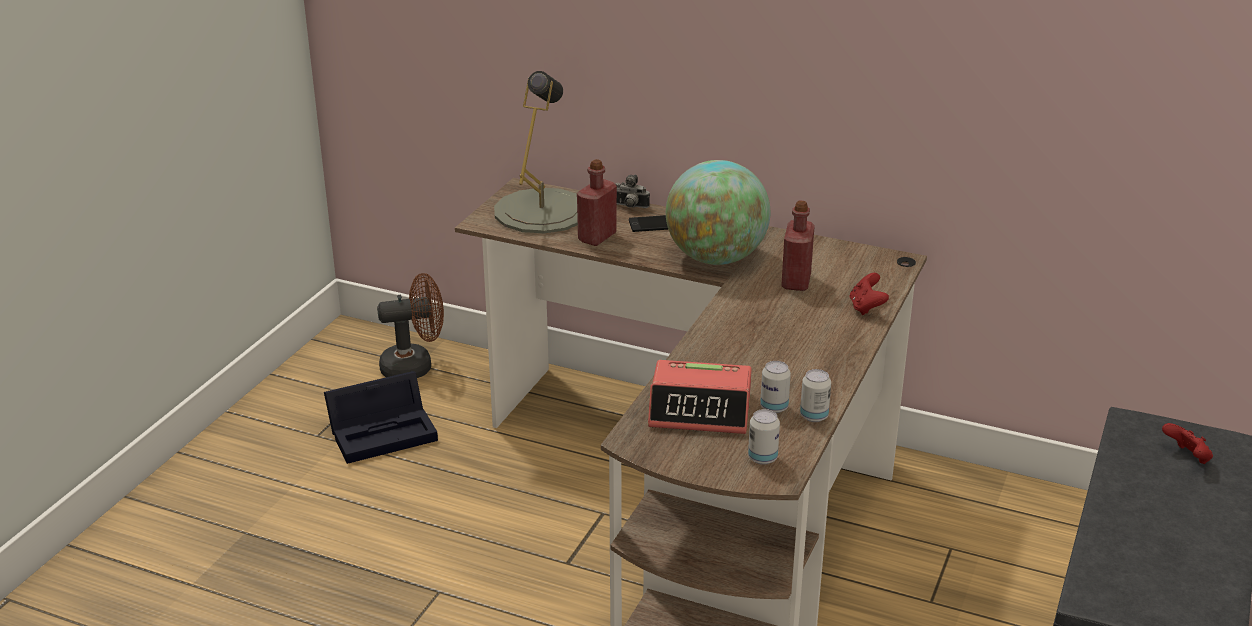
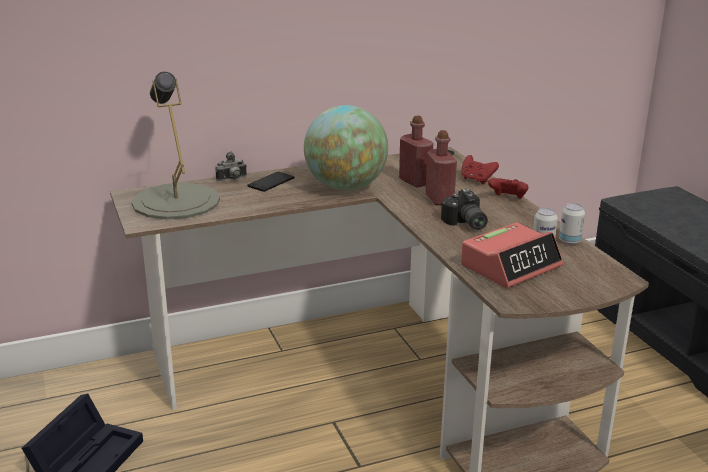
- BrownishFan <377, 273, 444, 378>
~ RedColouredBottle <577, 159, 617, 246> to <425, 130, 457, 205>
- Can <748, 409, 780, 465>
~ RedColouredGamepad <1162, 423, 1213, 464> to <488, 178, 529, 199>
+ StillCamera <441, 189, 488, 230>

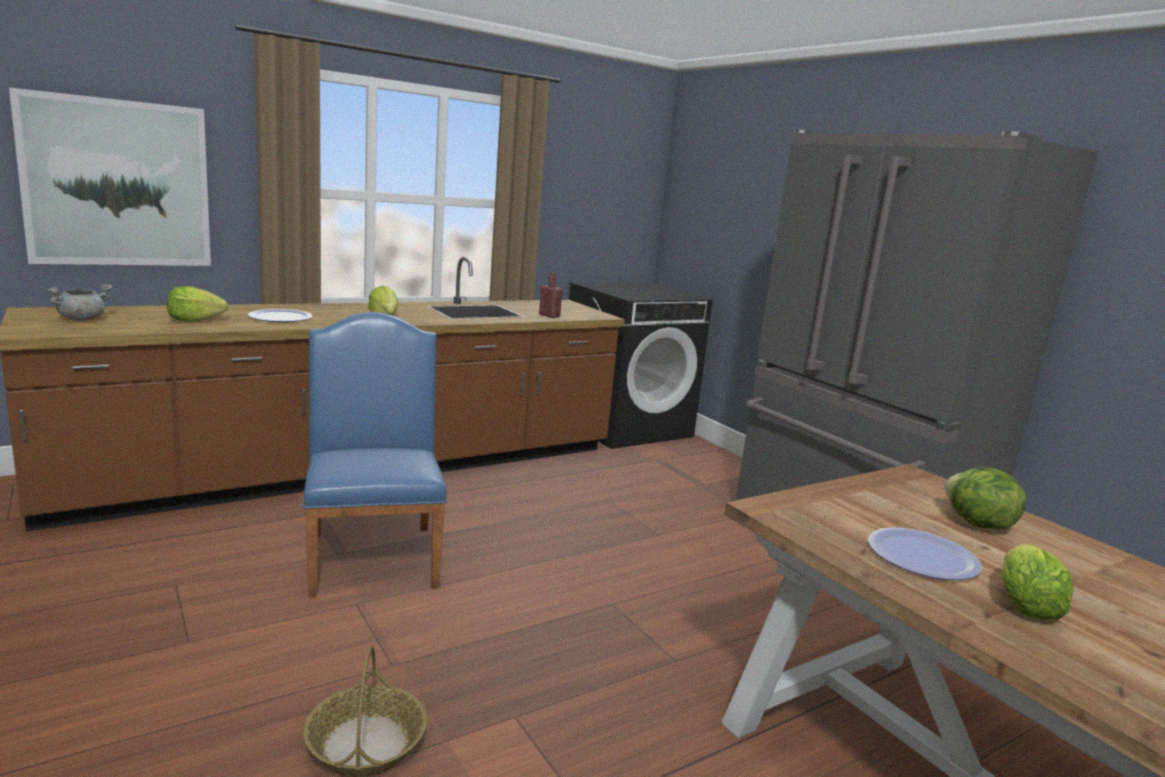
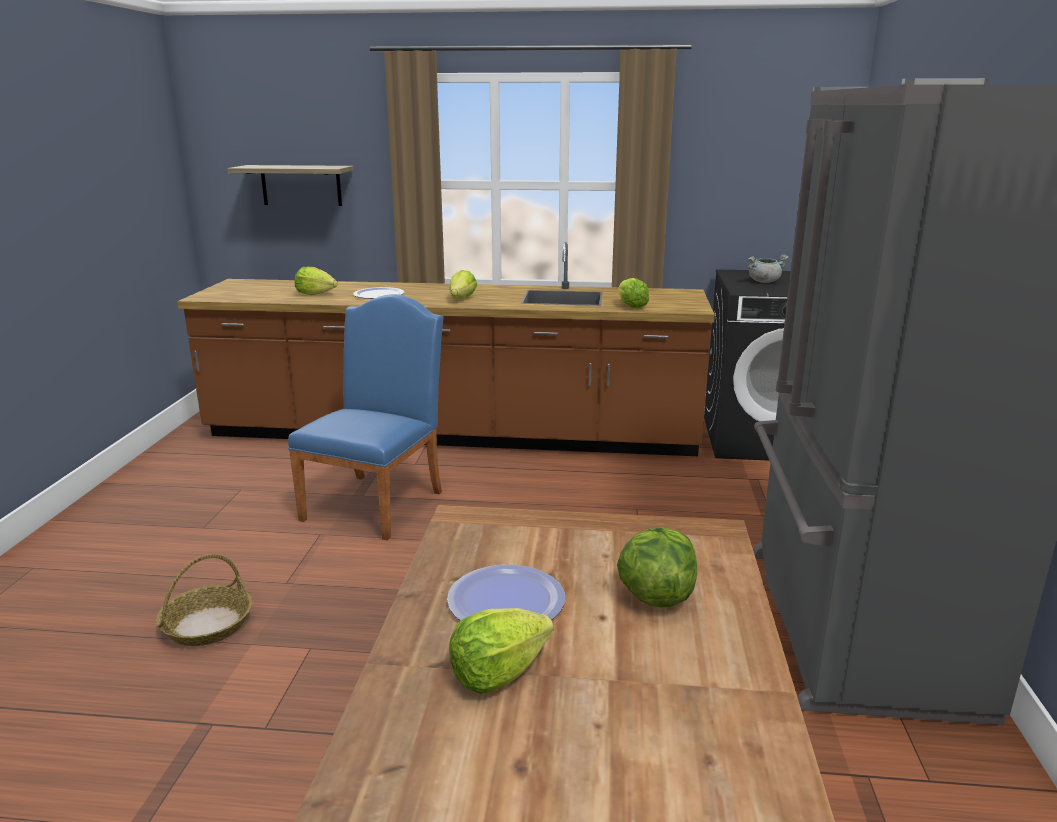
~ Picture <9, 87, 211, 266> to WallShelf <227, 165, 353, 206>
~ GreyishCookingPot <46, 284, 113, 321> to <747, 255, 788, 283>
~ RedColouredBottle <539, 272, 563, 318> to Lettuce <618, 278, 649, 308>

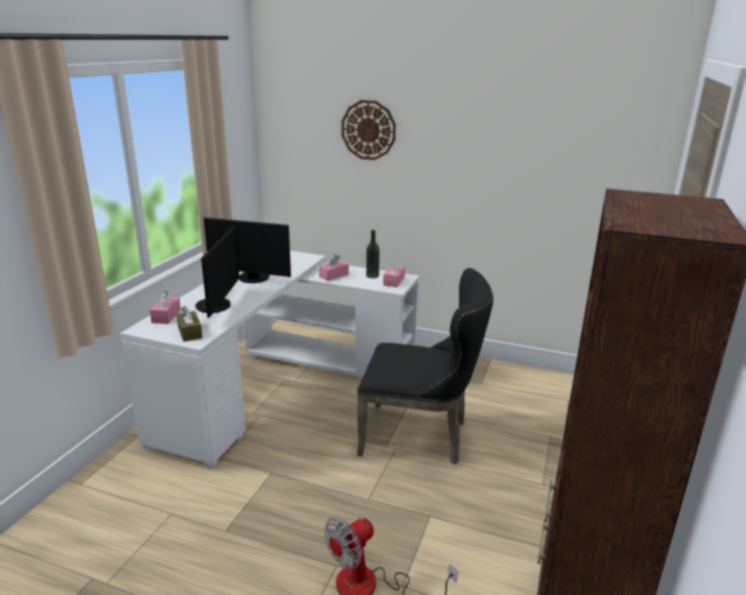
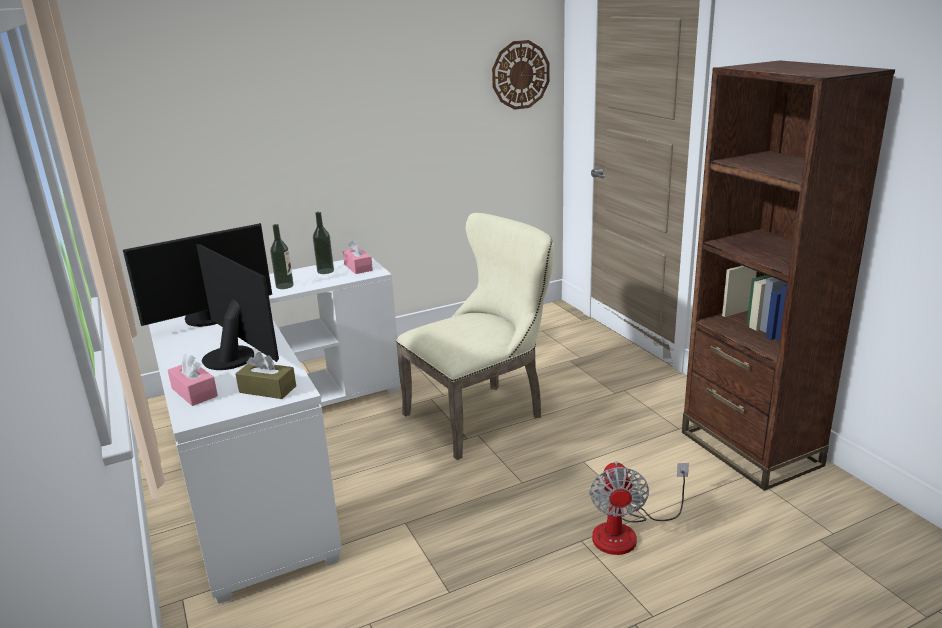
~ PinkColouredTissueBox <319, 254, 349, 281> to Bottle <270, 224, 293, 289>
~ HangingClock <341, 100, 396, 160> to <492, 40, 550, 110>
~ BlackChair <357, 268, 493, 464> to BeigeColouredChair <396, 213, 554, 460>

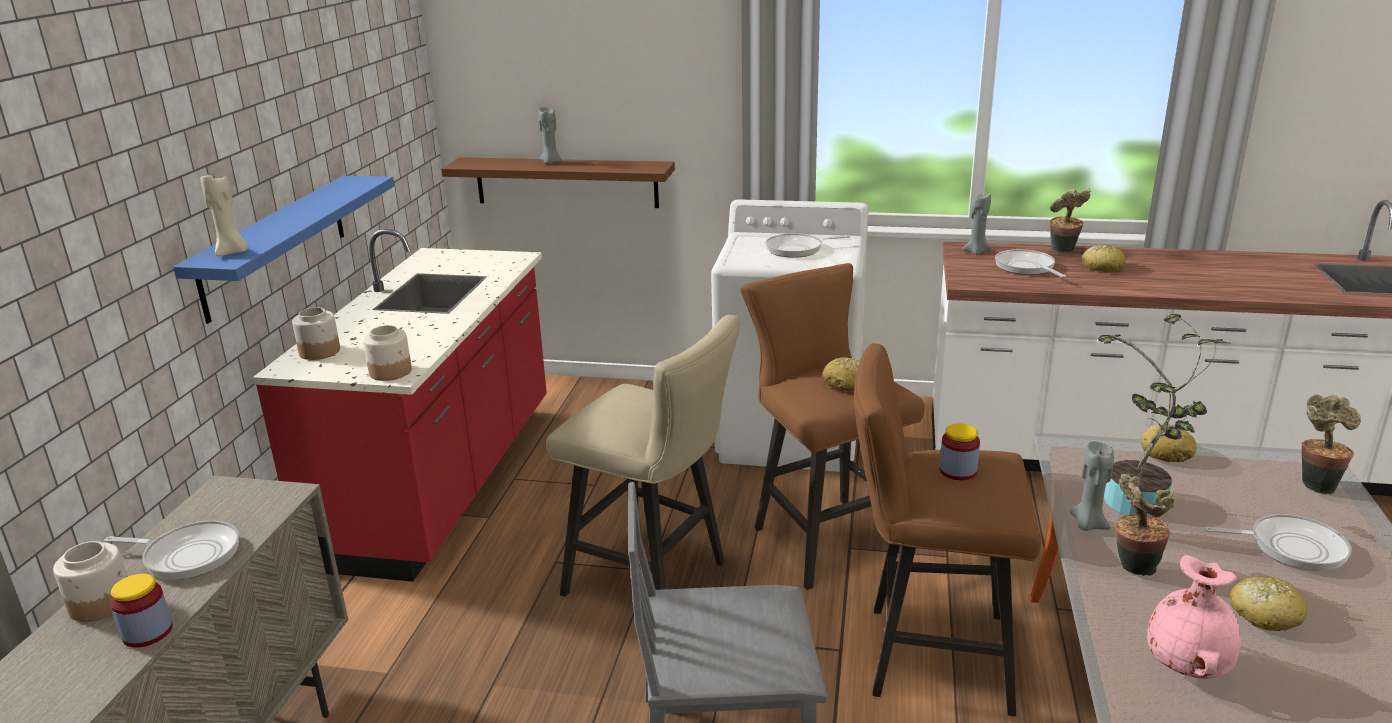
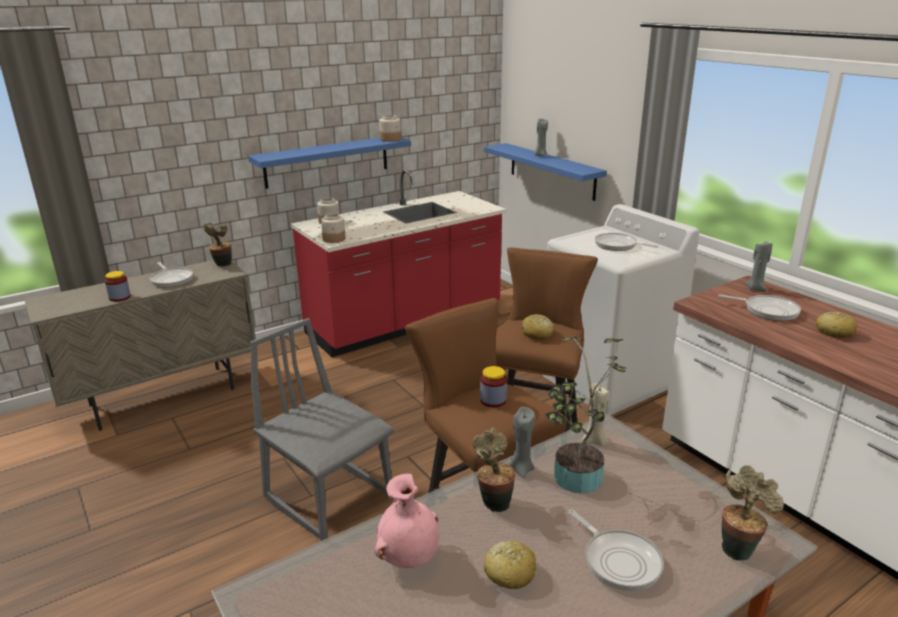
~ PreserveJar <53, 541, 128, 622> to <379, 115, 401, 142>
~ BeigeColouredWaxCandle <201, 174, 248, 256> to <582, 383, 610, 446>
~ BrownishWallShelf <441, 157, 675, 208> to BlueColouredWallShelf <484, 143, 607, 201>
- BeigeColouredStool <546, 315, 740, 597>
~ Pan <995, 249, 1066, 277> = <718, 295, 801, 321> 90 degrees clockwise
~ PottedPlant <1050, 188, 1091, 252> to <203, 222, 232, 267>
- BakeryBread <1141, 424, 1197, 462>

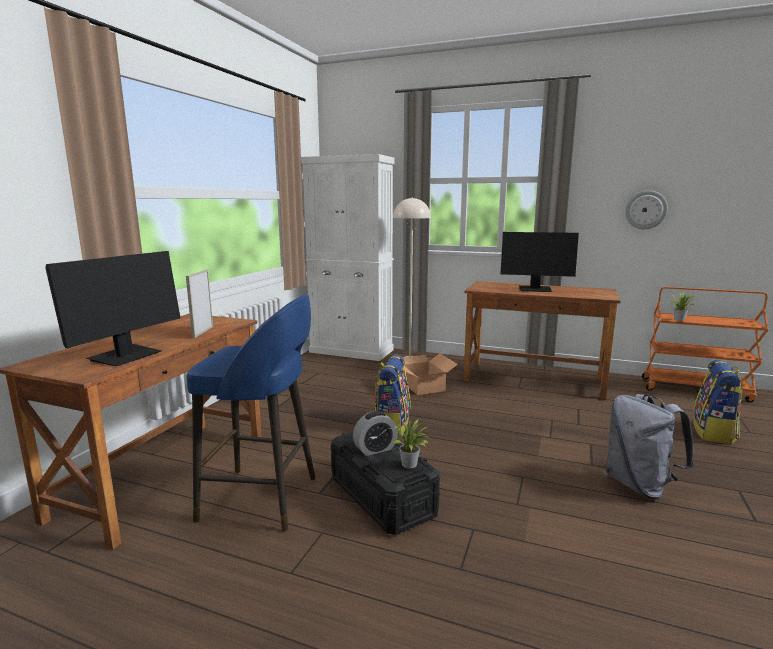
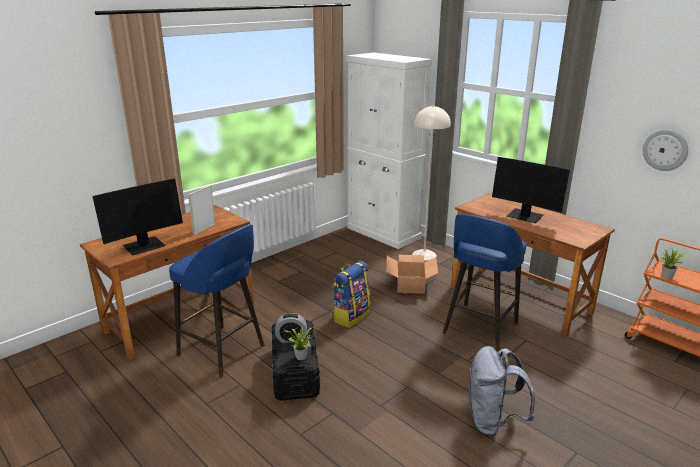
- Knapsack <693, 360, 743, 444>
+ BlueColouredStool <443, 214, 526, 352>

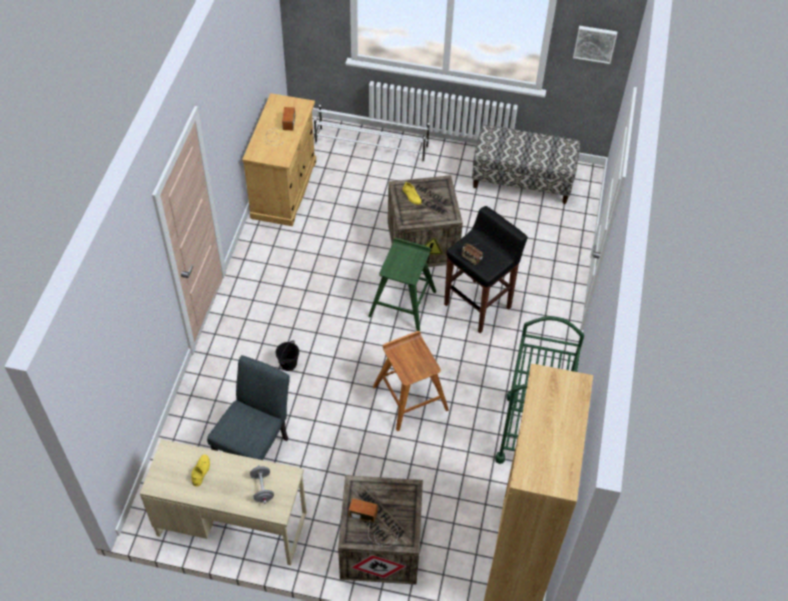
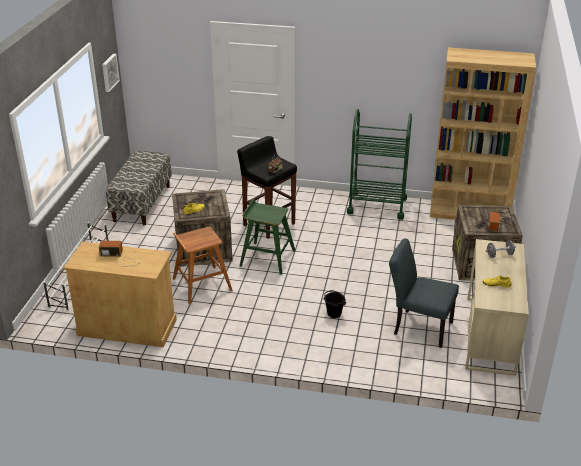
~ BrownishStool <373, 331, 449, 431> to <173, 227, 233, 304>

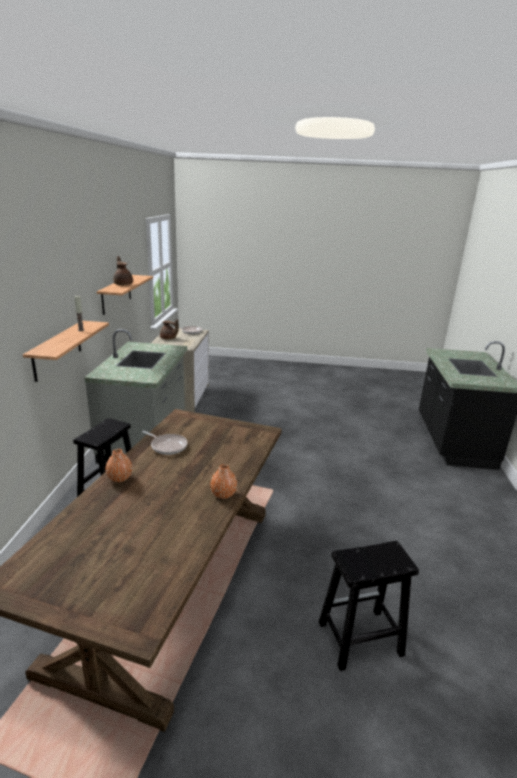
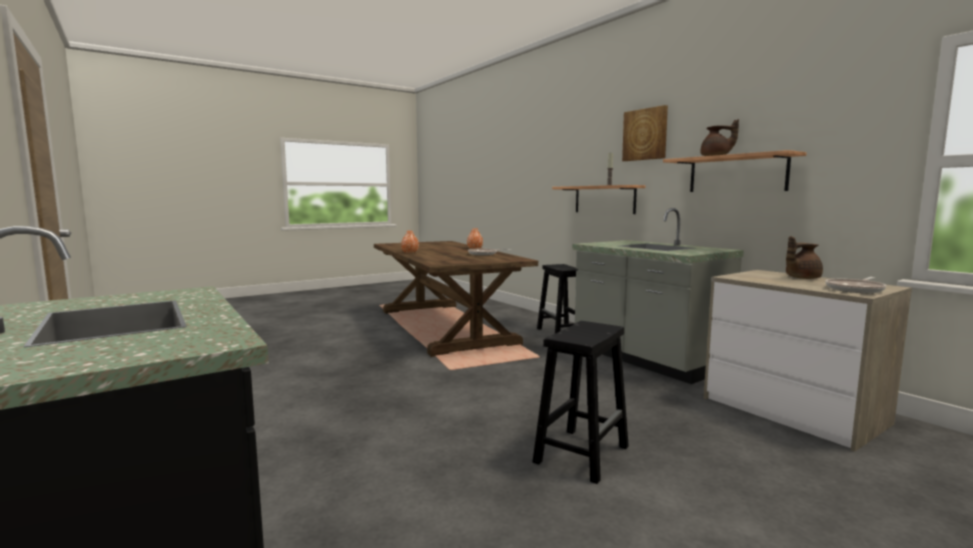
~ BlackStool <319, 541, 419, 671> to <533, 321, 629, 484>
+ Picture <622, 105, 668, 161>

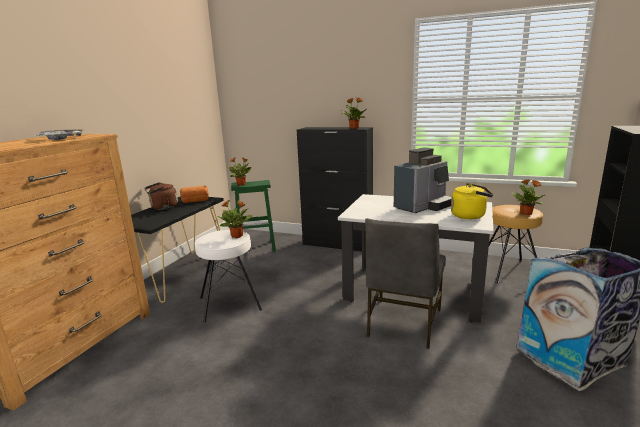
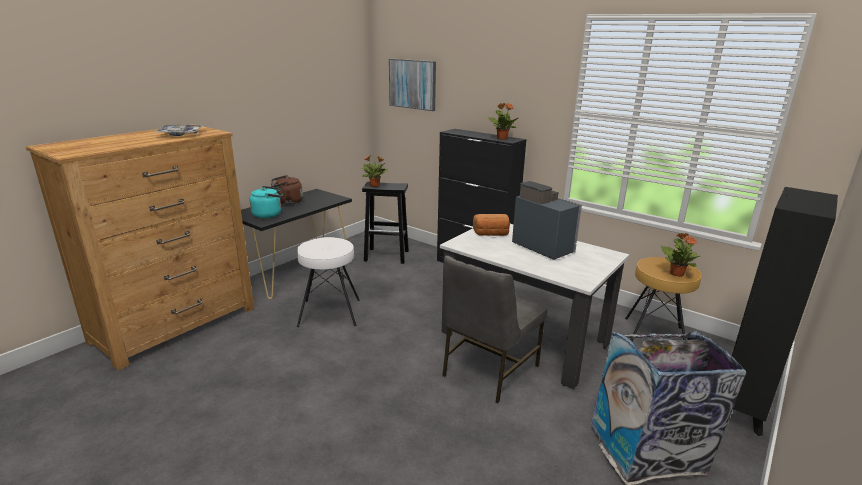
~ BakeryBread <180, 186, 209, 203> to <473, 214, 510, 236>
- PottedPlant <217, 200, 253, 238>
~ GreenishStool <231, 180, 276, 252> to BlackStool <362, 182, 409, 264>
~ CoffeeBrewer <394, 147, 451, 213> = <512, 181, 582, 260> 105 degrees counterclockwise
- YellowKettle <451, 183, 493, 219>
+ TurquoiseKettle <250, 186, 283, 218>
+ Picture <389, 59, 436, 111>

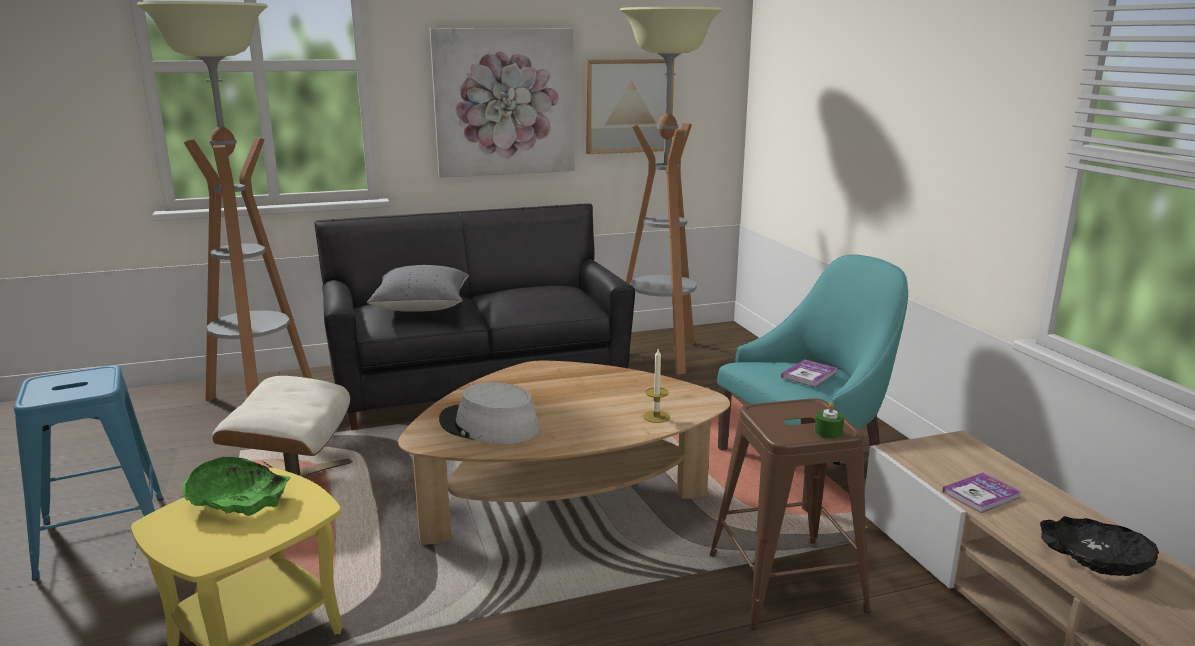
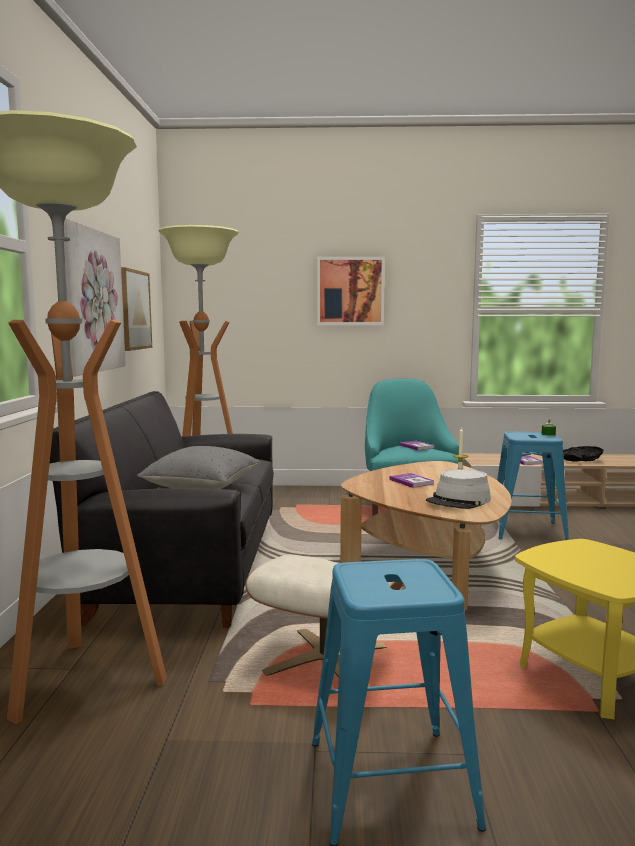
- GreenishDeepDish <182, 457, 290, 516>
~ BrownishStool <710, 398, 871, 630> to BlueColouredStool <497, 431, 569, 540>
+ Picture <317, 257, 385, 325>
+ BoundBook <390, 473, 435, 488>

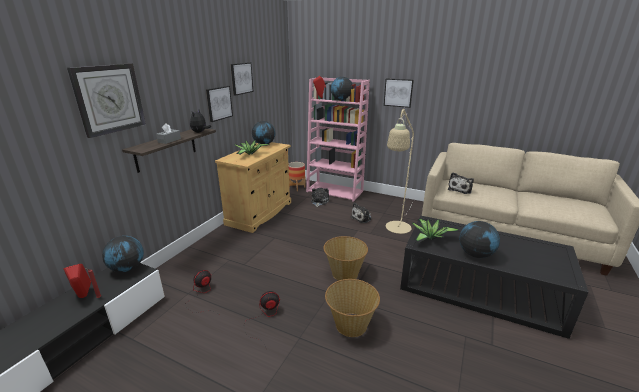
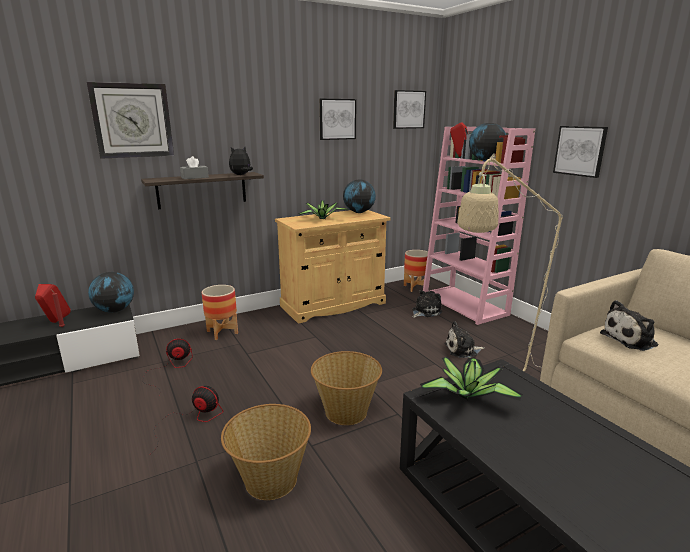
~ Picture <206, 86, 233, 122> to <393, 90, 426, 129>
- WorldGlobe <459, 221, 500, 258>
+ PlantPot <202, 285, 238, 340>

